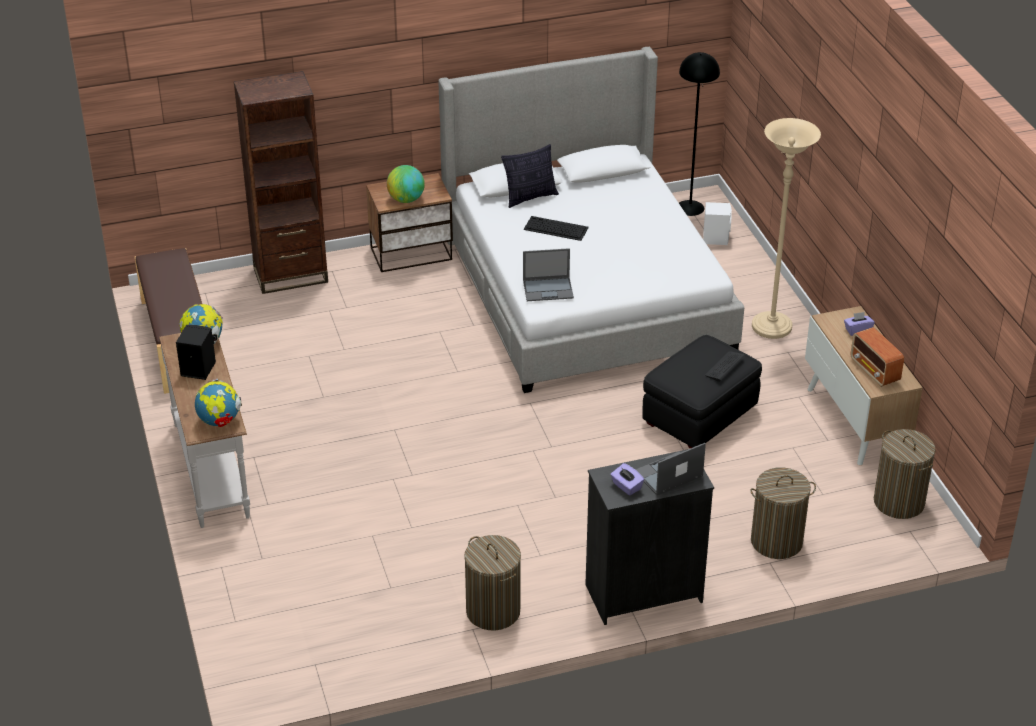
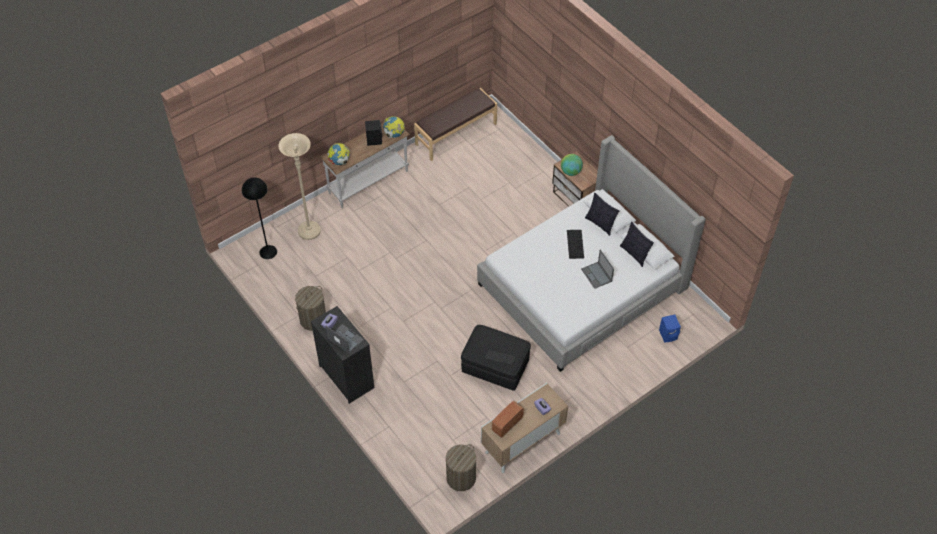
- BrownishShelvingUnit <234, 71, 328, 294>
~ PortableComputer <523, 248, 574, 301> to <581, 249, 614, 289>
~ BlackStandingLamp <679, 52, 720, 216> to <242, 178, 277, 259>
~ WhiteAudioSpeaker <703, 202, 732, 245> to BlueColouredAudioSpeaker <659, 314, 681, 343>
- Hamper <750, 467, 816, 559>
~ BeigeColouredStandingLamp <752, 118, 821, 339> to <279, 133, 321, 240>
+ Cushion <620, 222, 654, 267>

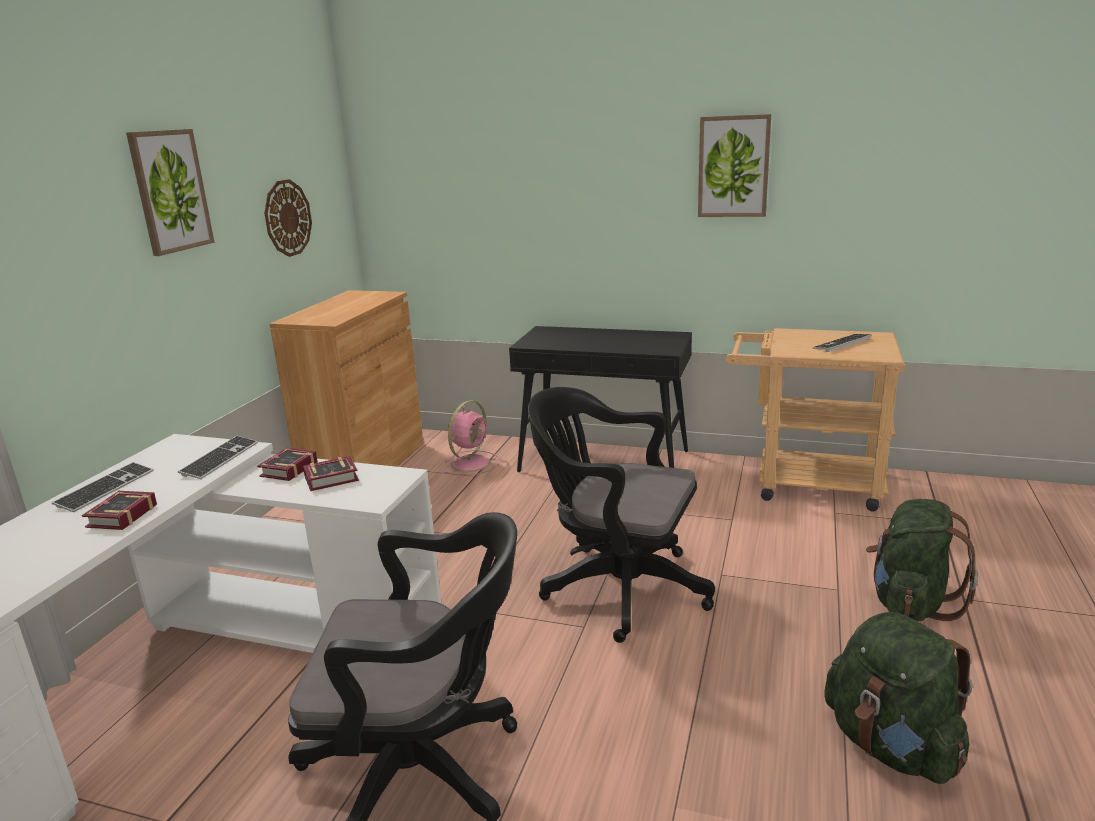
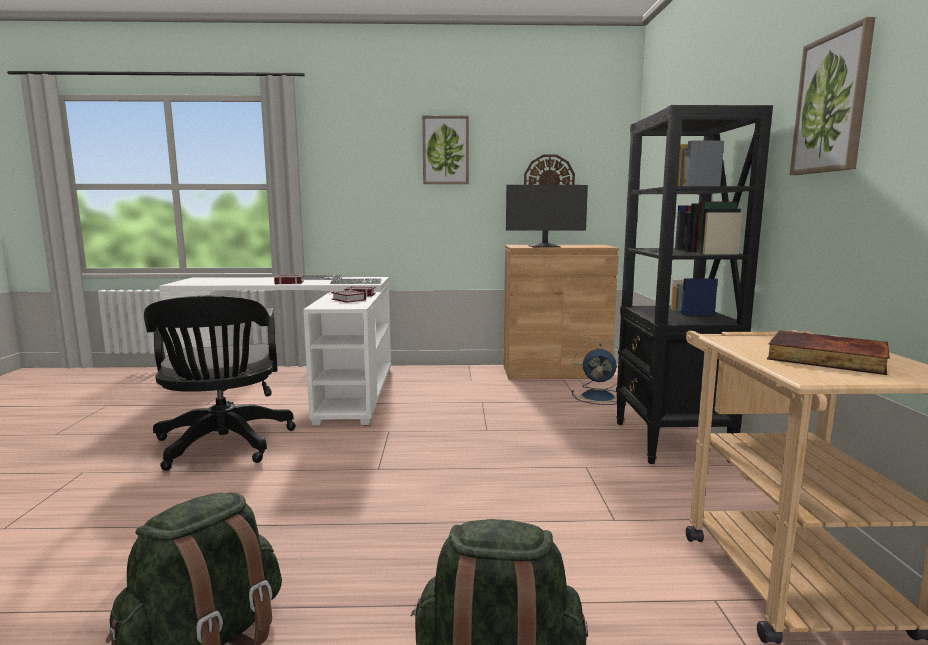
~ PinkColouredFan <444, 400, 500, 475> to BlueColouredFan <571, 340, 619, 405>
~ BlackNarrowTable <509, 326, 692, 472> to BlackShelvingUnit <616, 105, 773, 464>
- BlackOfficeChair <528, 387, 715, 643>
~ ComputerKeyboard <812, 334, 872, 352> to BoundBook <767, 330, 890, 375>
+ ComputerScreen <506, 185, 588, 247>

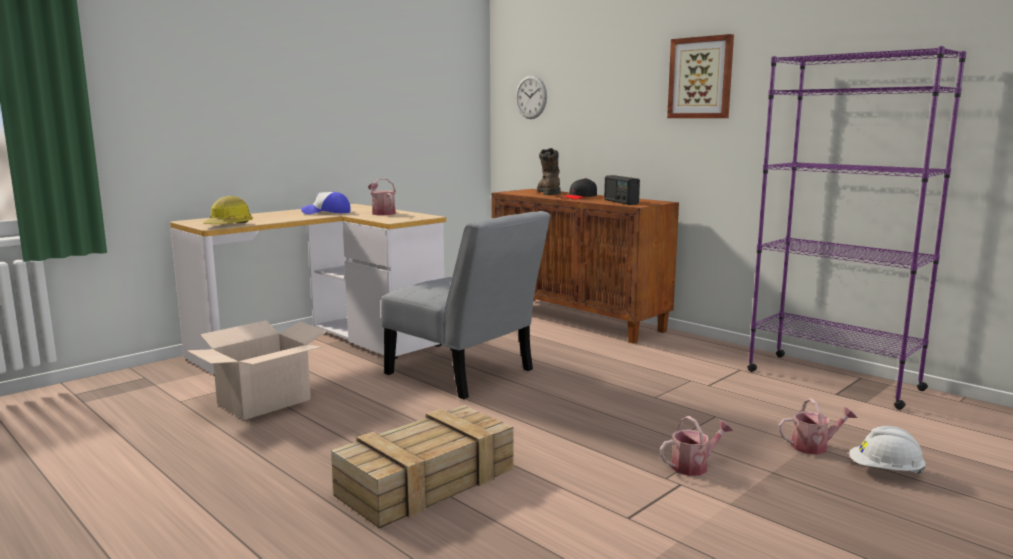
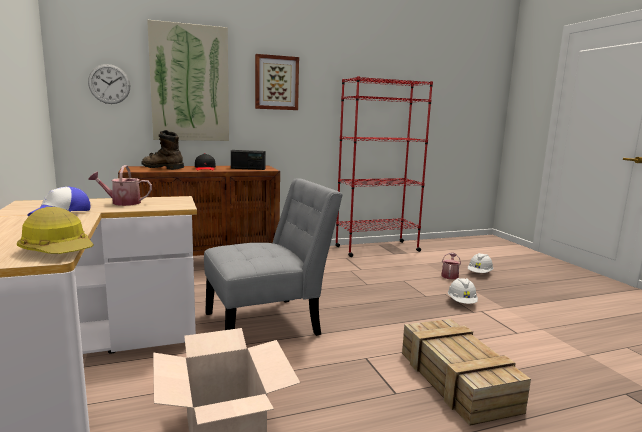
~ WateringCan <660, 416, 733, 476> to WhiteSafetyHelmet <448, 278, 478, 304>
~ PurpleColouredShelvingUnit <747, 46, 966, 410> to RedColouredShelvingUnit <335, 76, 433, 257>
+ Picture <147, 20, 229, 141>

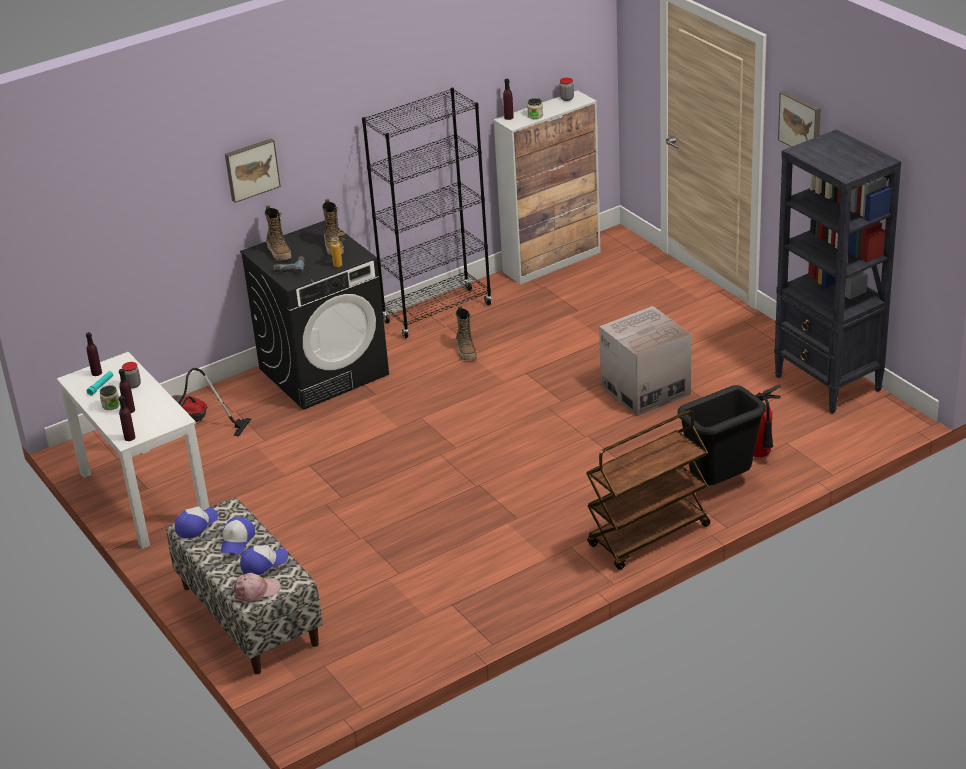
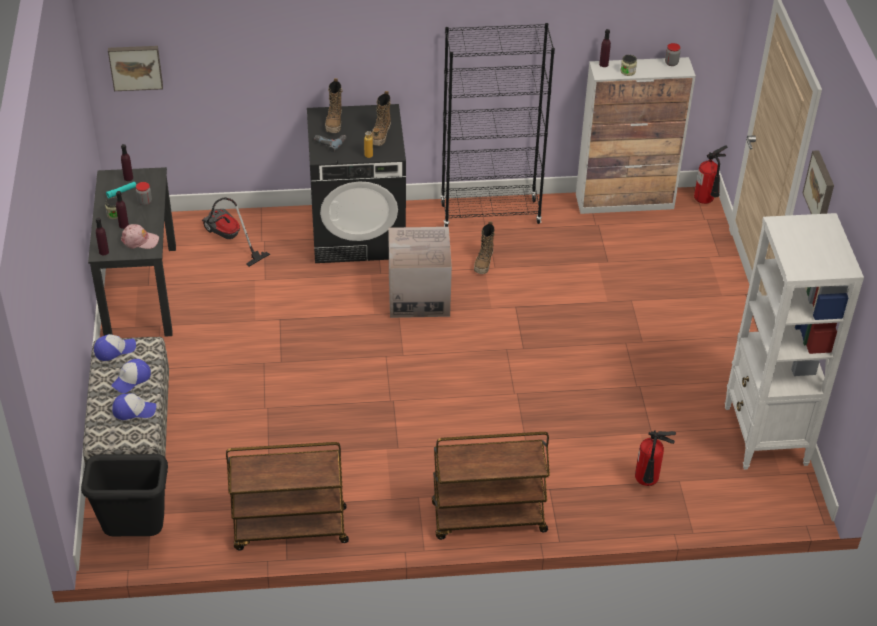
~ WhiteDesk <57, 352, 209, 549> to BlackDesk <88, 167, 176, 337>
~ Picture <225, 138, 281, 203> to <108, 46, 163, 91>
~ PinkColouredBaseballCap <232, 573, 280, 603> to <121, 224, 159, 249>
~ PackingBox <599, 306, 691, 416> to <388, 227, 452, 318>
~ BlackTrashCan <678, 385, 766, 485> to <81, 454, 168, 536>
~ BlackShelvingUnit <774, 129, 901, 414> to WhiteShelvingUnit <725, 213, 864, 470>
+ BrownishWheeledCart <226, 442, 349, 551>
+ Extinguisher <694, 145, 727, 204>

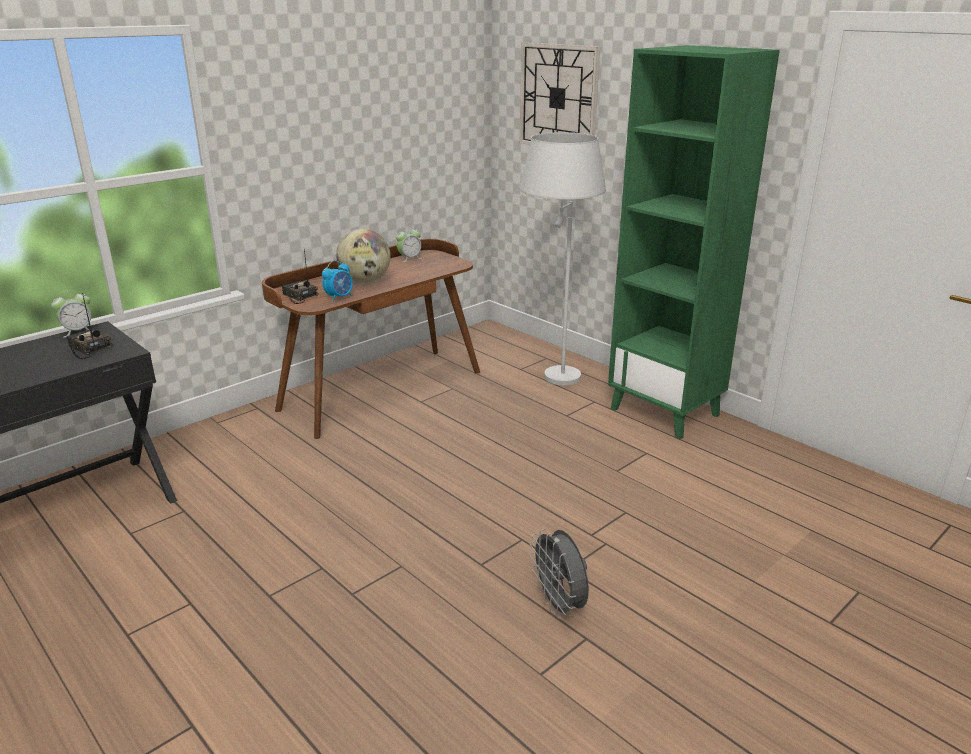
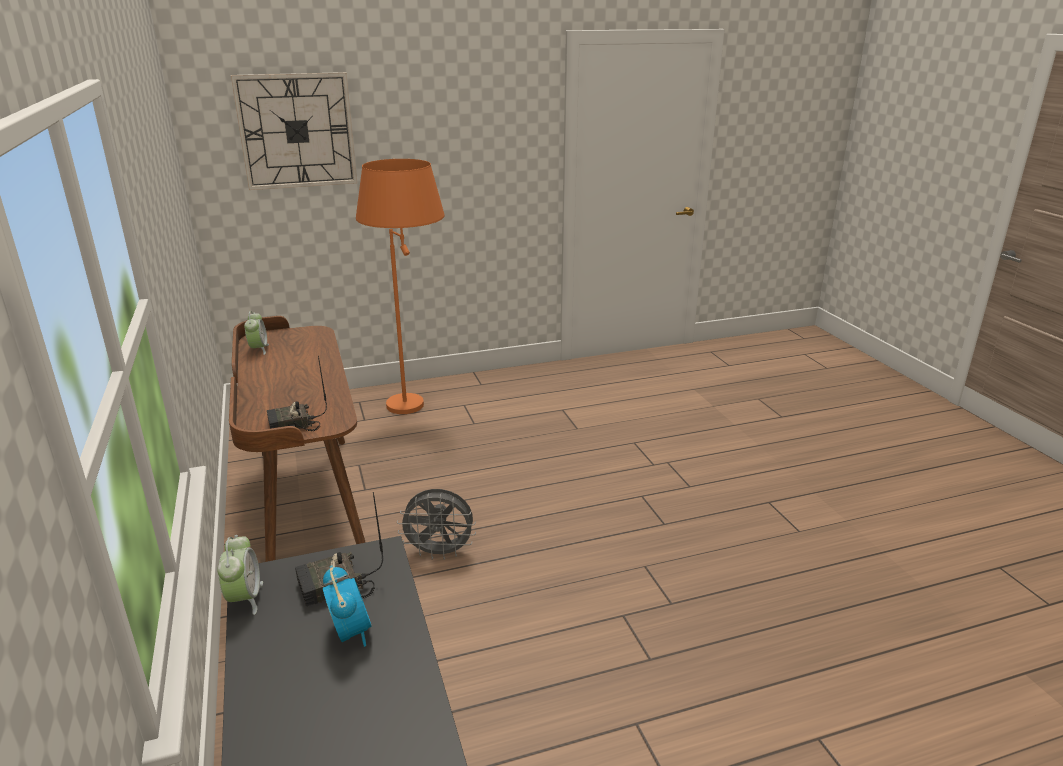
~ BedsideClock <322, 260, 353, 301> to <323, 565, 371, 647>
- WorldGlobe <336, 228, 391, 283>
~ WhiteStandingLamp <520, 132, 606, 385> to OrangeStandingLamp <356, 159, 445, 414>
~ GreyishFan <529, 529, 589, 619> to <397, 489, 476, 560>
- GreenishShelvingUnit <608, 45, 780, 439>

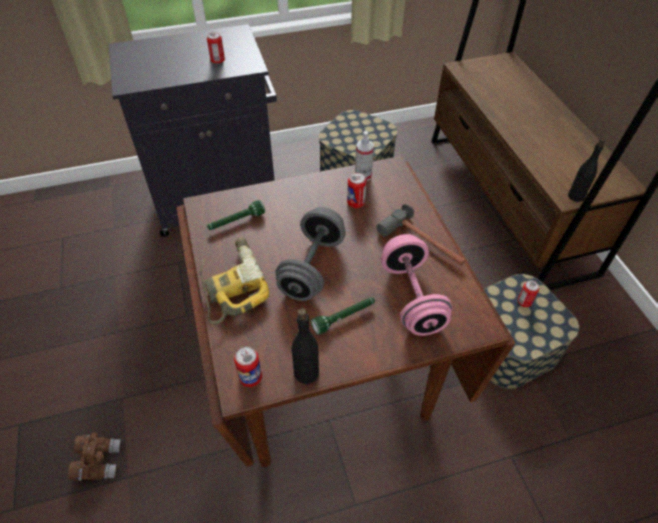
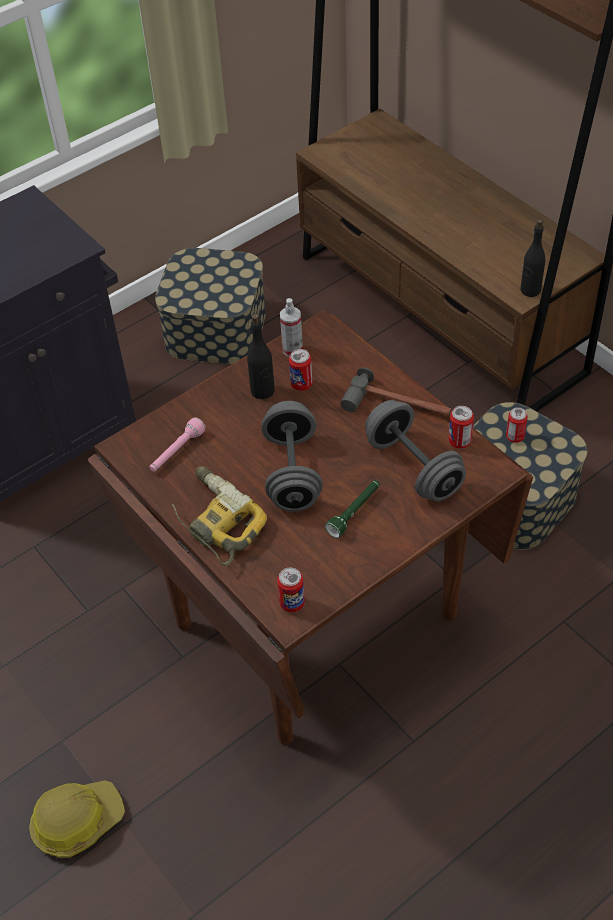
~ BrownishPairOfBinoculars <68, 433, 121, 481> to SafetyHelmet <29, 780, 125, 858>
~ Can <207, 32, 225, 64> to <448, 406, 474, 449>
~ GreenishHandTorch <207, 200, 265, 230> to PinkColouredHandTorch <150, 417, 206, 471>
~ BlackBottle <292, 308, 319, 384> to <247, 313, 275, 399>
~ PinkColouredDumbbell <381, 234, 452, 336> to GreyishDumbbell <365, 400, 466, 501>

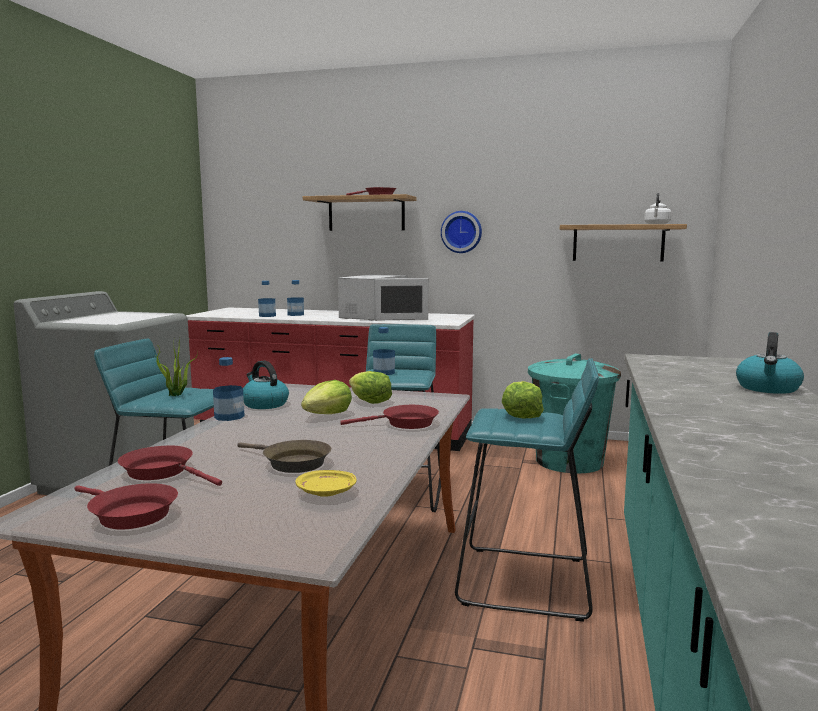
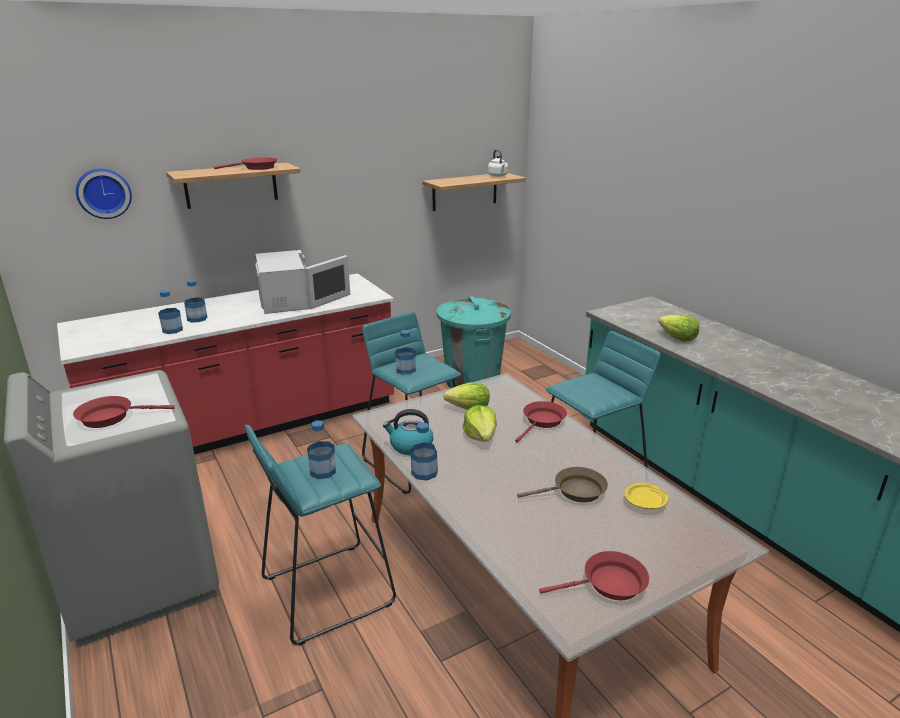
~ RedColouredPan <118, 446, 222, 486> to <73, 396, 175, 428>
~ PottedPlant <155, 335, 198, 396> to Bottle <307, 420, 336, 479>
~ HangingClock <441, 211, 482, 253> to <76, 168, 132, 219>
~ Lettuce <502, 381, 544, 418> to <658, 315, 699, 342>
- Kettle <736, 332, 804, 394>

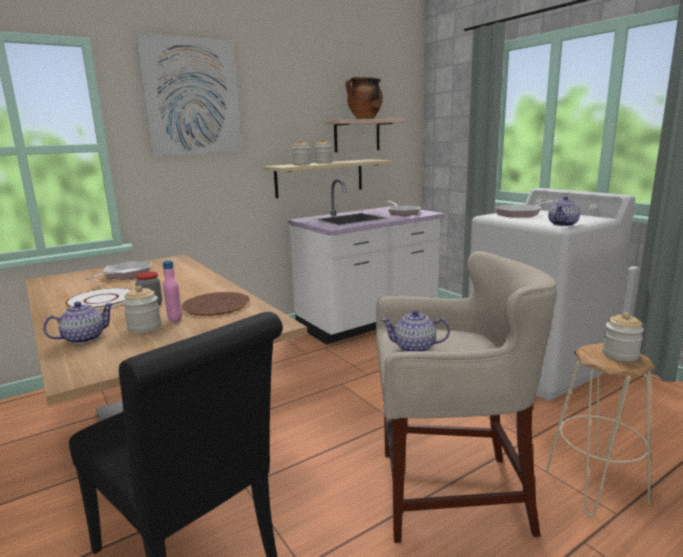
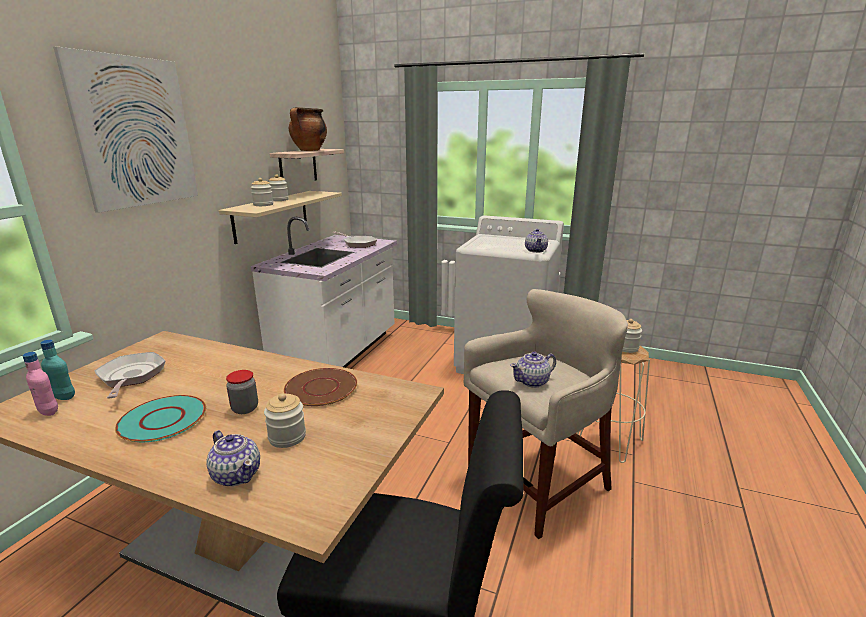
~ PotForTea <43, 302, 114, 344> = <206, 430, 260, 486> 120 degrees clockwise
~ WhiteFlatDish <65, 288, 132, 309> to TurquoiseFlatDish <115, 395, 206, 442>
~ PinkColouredBottle <163, 261, 182, 322> to <22, 352, 58, 416>
- Pan <494, 200, 559, 218>
+ TurquoiseBottle <40, 340, 75, 400>

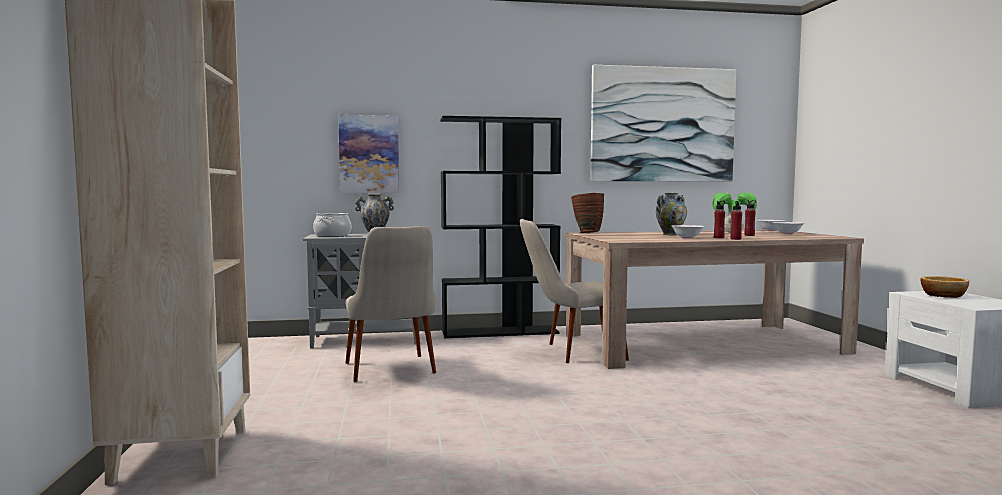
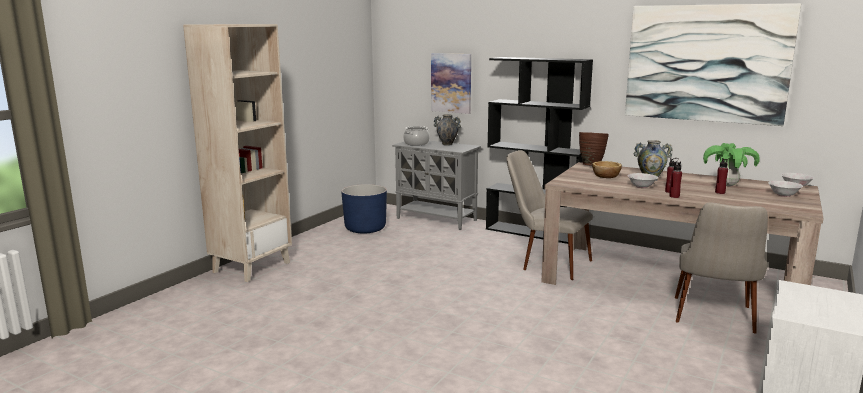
~ BeigeColouredChair <345, 226, 436, 382> to <675, 202, 768, 333>
~ DeepDish <921, 276, 969, 298> to <592, 161, 622, 178>
+ BlueColouredPlantPot <341, 184, 387, 233>

